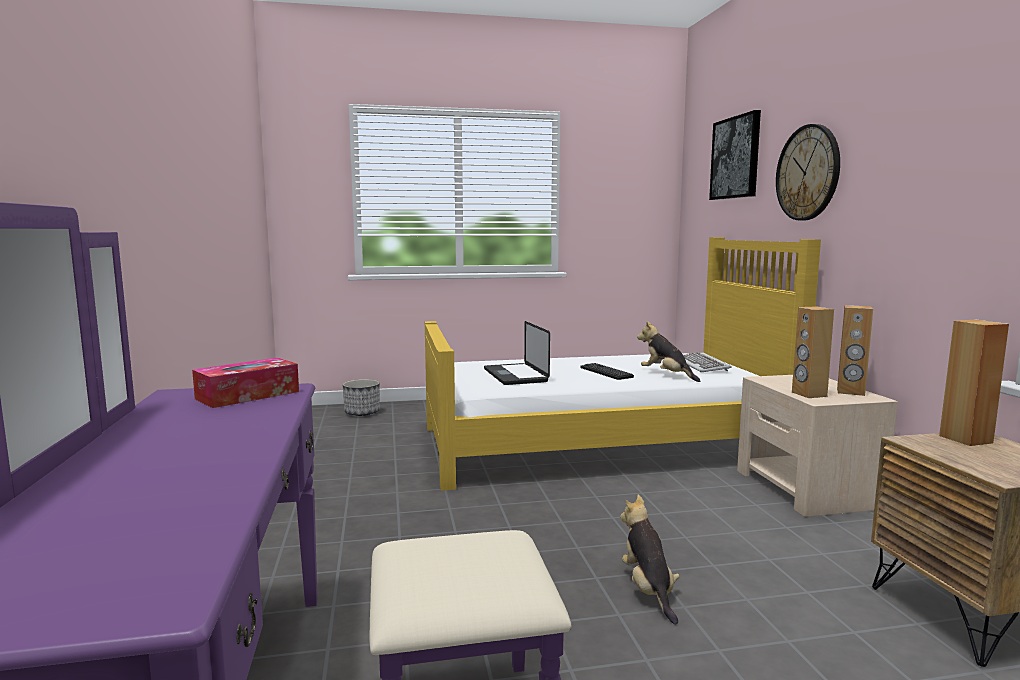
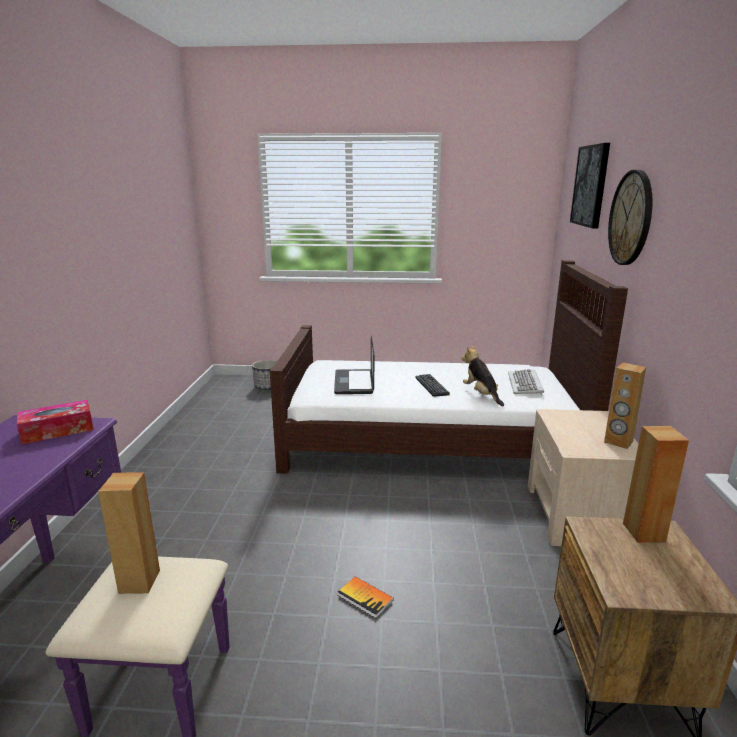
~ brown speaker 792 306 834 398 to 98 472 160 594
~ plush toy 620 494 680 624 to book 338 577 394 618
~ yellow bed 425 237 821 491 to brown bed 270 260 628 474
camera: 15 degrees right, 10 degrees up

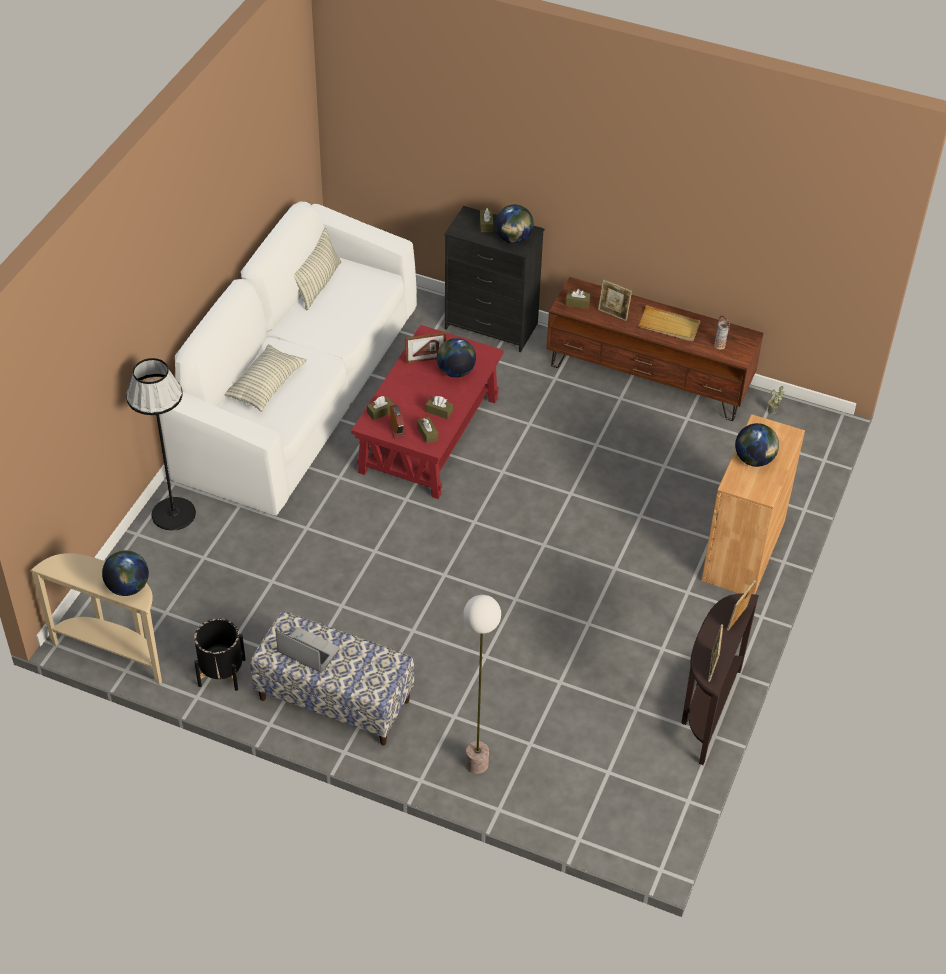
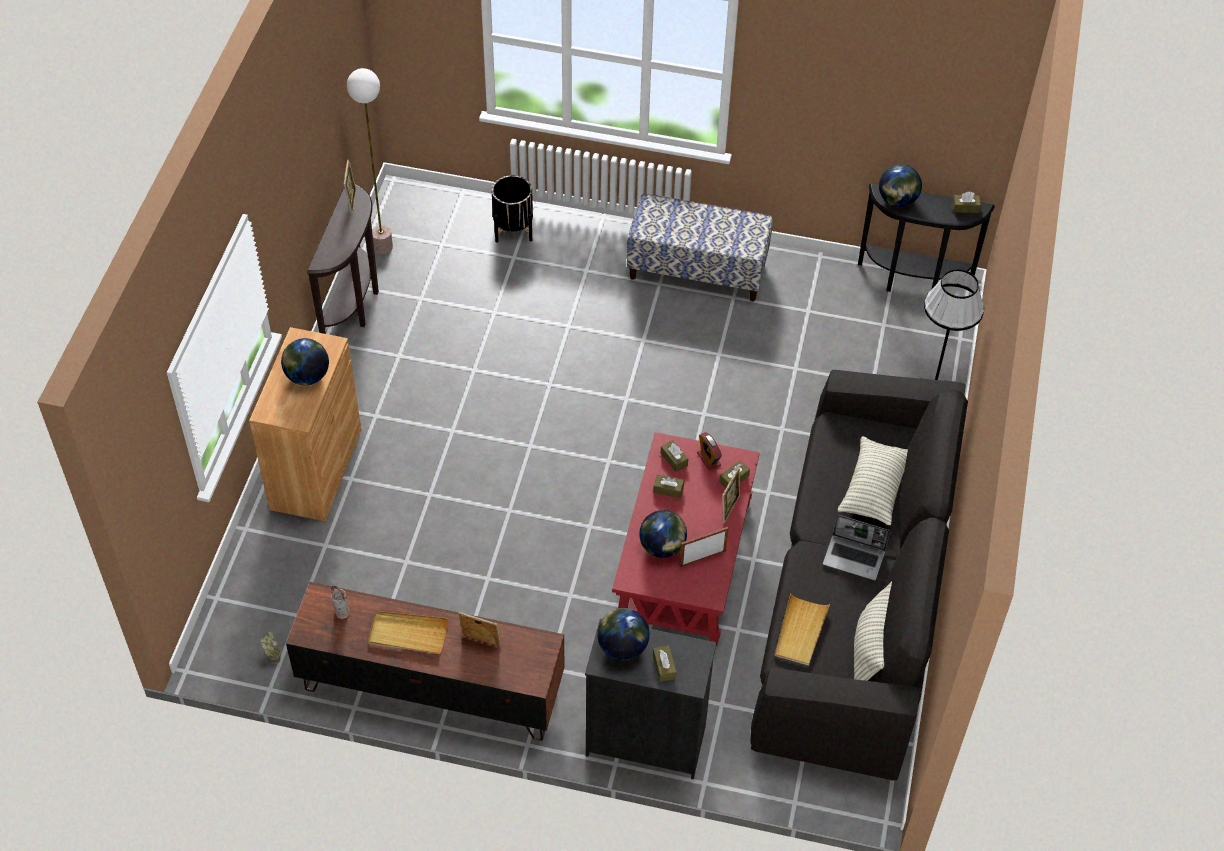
+ beige tray 774 593 830 666
~ black planter 194 618 246 691 to 492 175 533 243
~ laptop 276 627 340 673 to 823 515 890 580
~ floor lamp 463 595 501 774 to 347 68 393 254
~ brown tissue box 566 289 591 309 to 952 192 981 213
~ picture frame 727 580 756 631 to 722 467 740 524
~ beige console table 30 553 162 685 to black console table 858 183 995 292
~ white sofa 159 202 417 515 to black sofa 750 370 968 780
camera: 170 degrees right, 5 degrees up

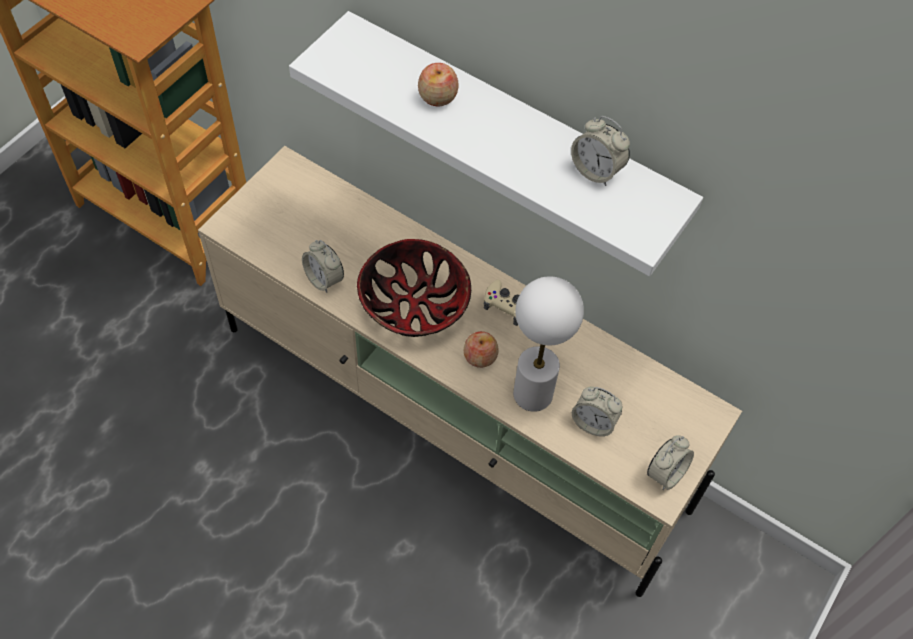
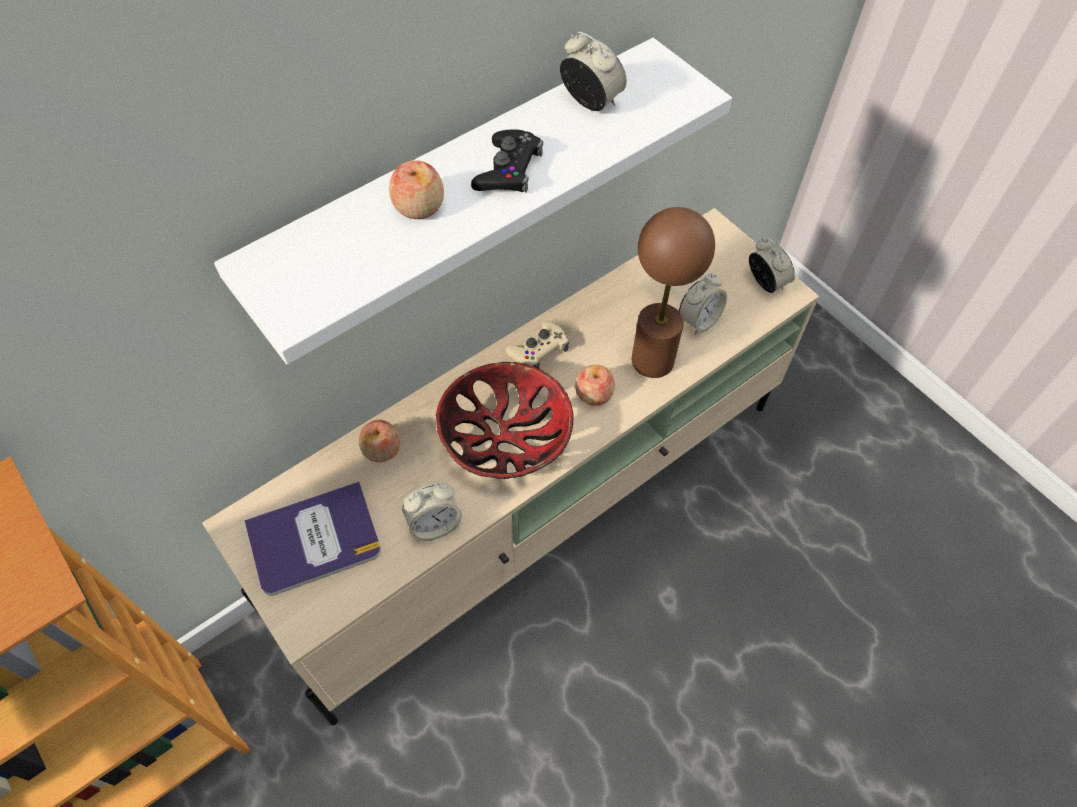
+ book 244 481 381 596
+ apple 359 420 401 462
+ black game controller 471 129 543 192
~ white table lamp 513 276 584 412 to brown table lamp 632 207 715 378
~ alarm clock 571 116 630 186 = 560 31 627 111 105 degrees counterclockwise
camera: 70 degrees left, 0 degrees up

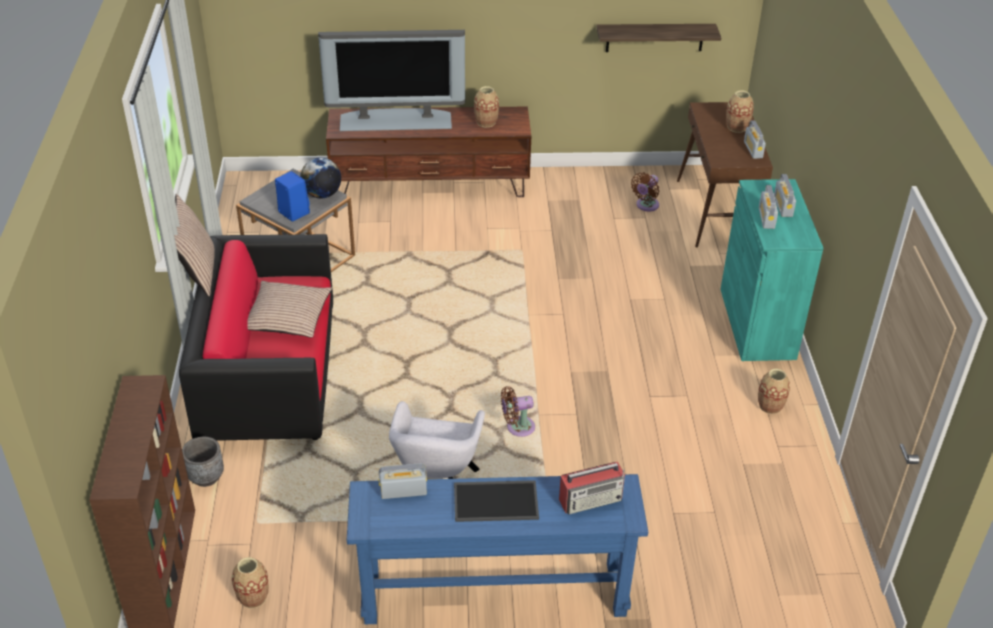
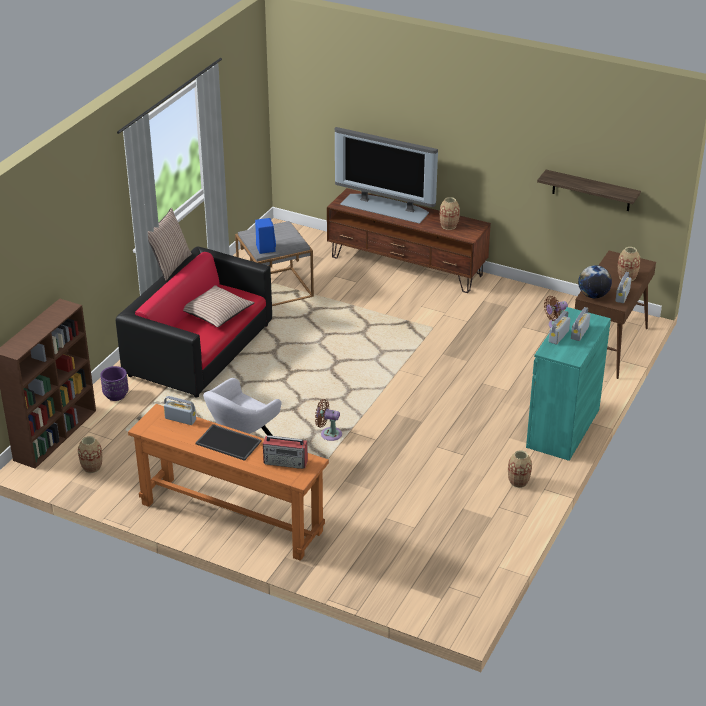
~ globe 300 158 341 198 to 578 265 612 298
~ grey planter 182 437 224 487 to purple planter 100 366 129 401
~ blue console table 347 474 648 624 to orange console table 128 404 329 561
camera: 30 degrees right, 5 degrees down

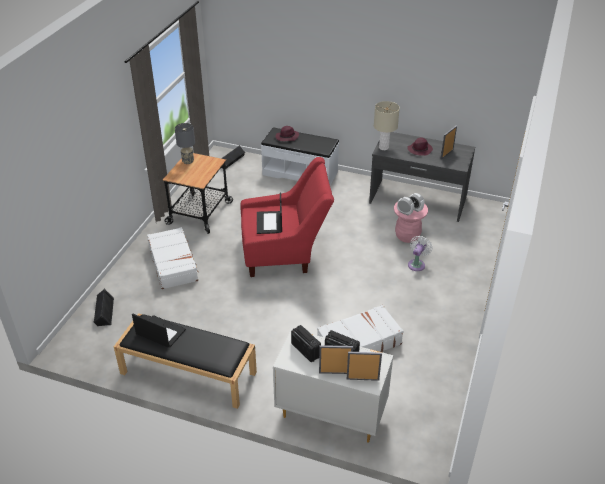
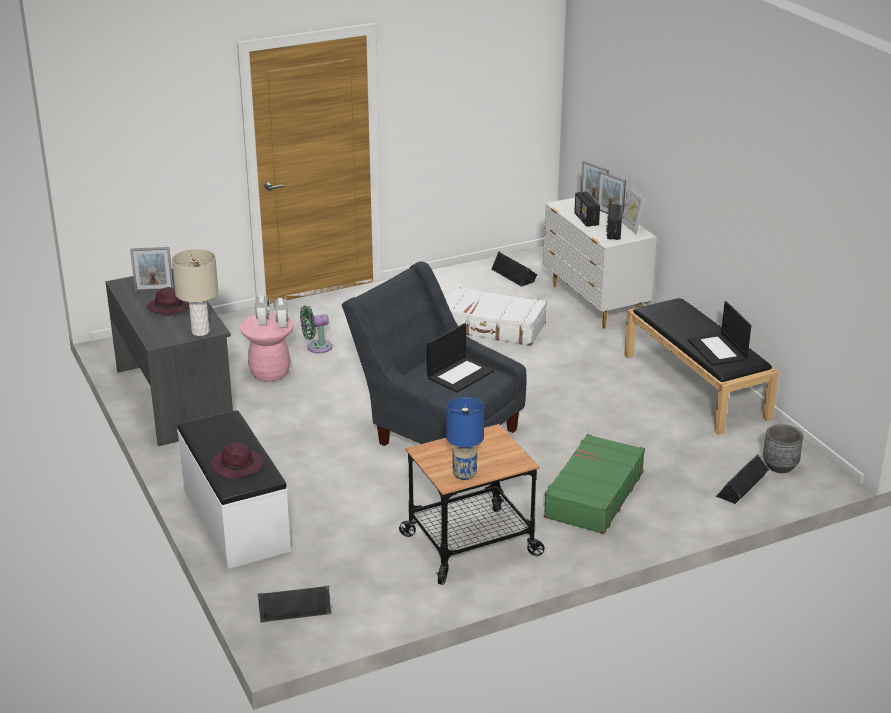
+ black speaker 491 251 537 287
+ picture frame 622 185 645 235
+ grey planter 763 425 803 473
~ white suitcase 147 227 199 289 to green suitcase 543 434 645 534
~ grey table lamp 175 123 195 164 to blue table lamp 446 397 484 480
~ red armchair 240 157 334 277 to grey armchair 342 261 527 446
~ white fan 408 236 433 271 to green fan 300 306 333 353
camera: 135 degrees left, 10 degrees down

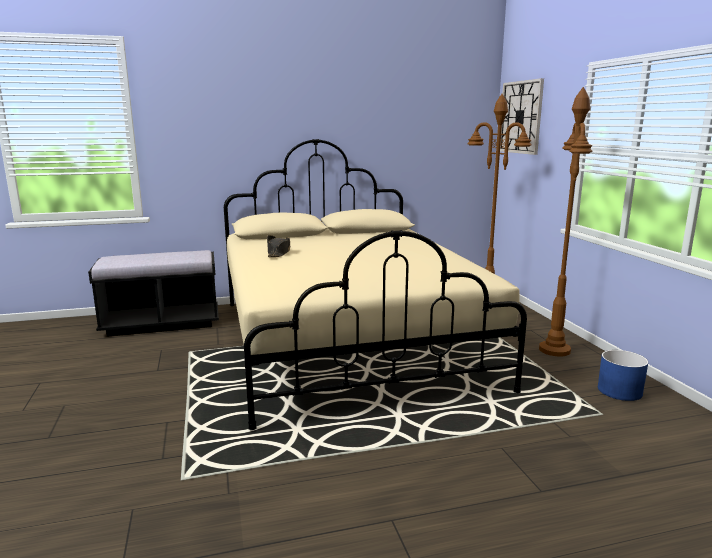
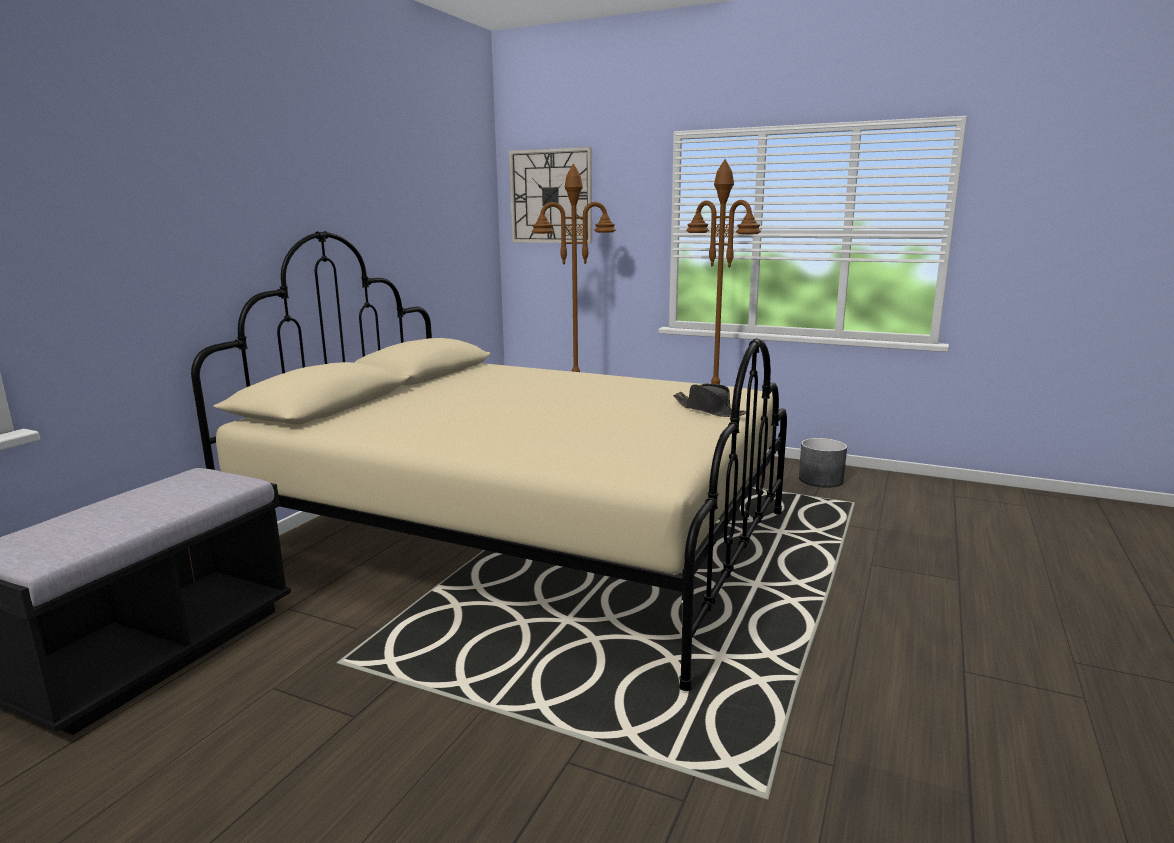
~ black hat 267 235 290 257 to 673 384 746 417
~ blue planter 598 350 648 401 to grey planter 799 438 847 488
camera: 50 degrees left, 0 degrees up

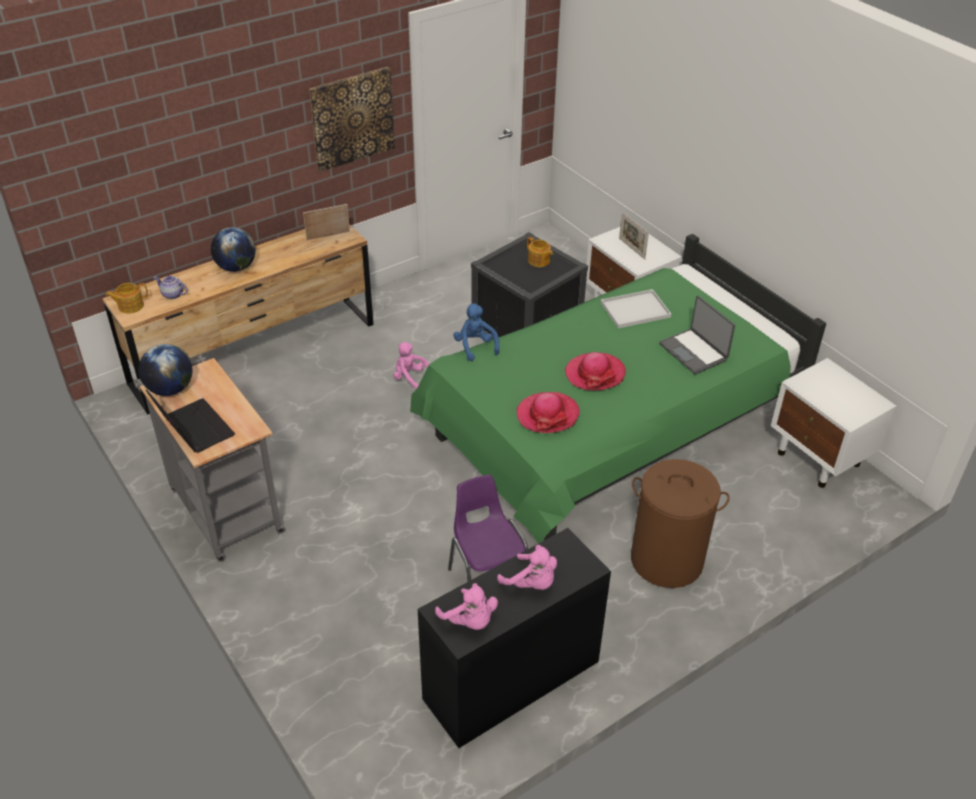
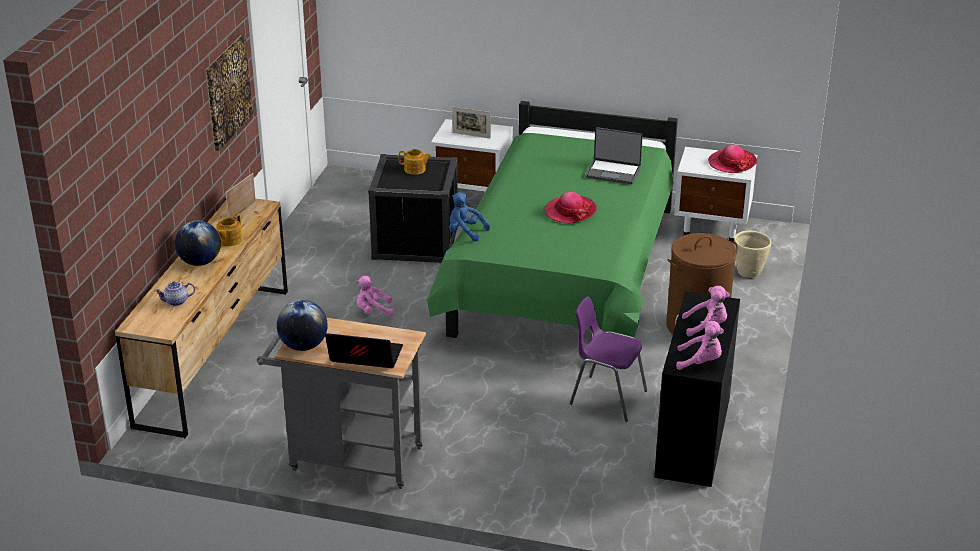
- white tray 601 289 671 328
+ beige planter 734 231 771 278
~ teapot 106 283 148 314 to 216 214 242 246
~ hat 516 392 580 433 to 708 145 757 173
camera: 40 degrees left, 10 degrees down

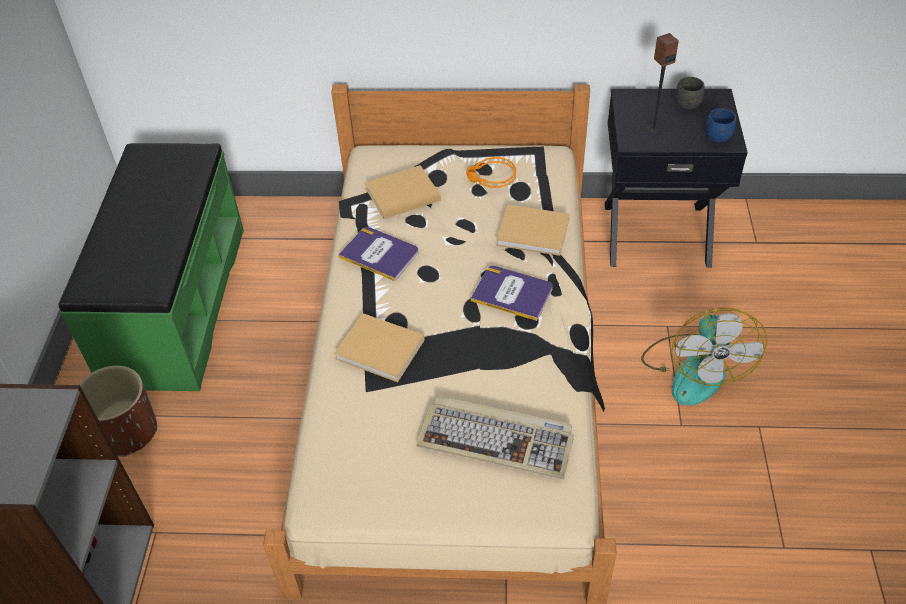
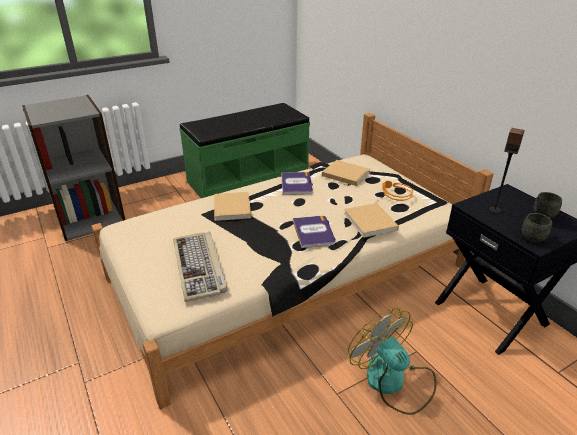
- brown planter 79 366 157 457
~ blue mug 705 108 736 143 to grey mug 522 213 552 242
~ fan 641 308 767 406 = 348 308 436 415 90 degrees clockwise
camera: 55 degrees right, 15 degrees down

